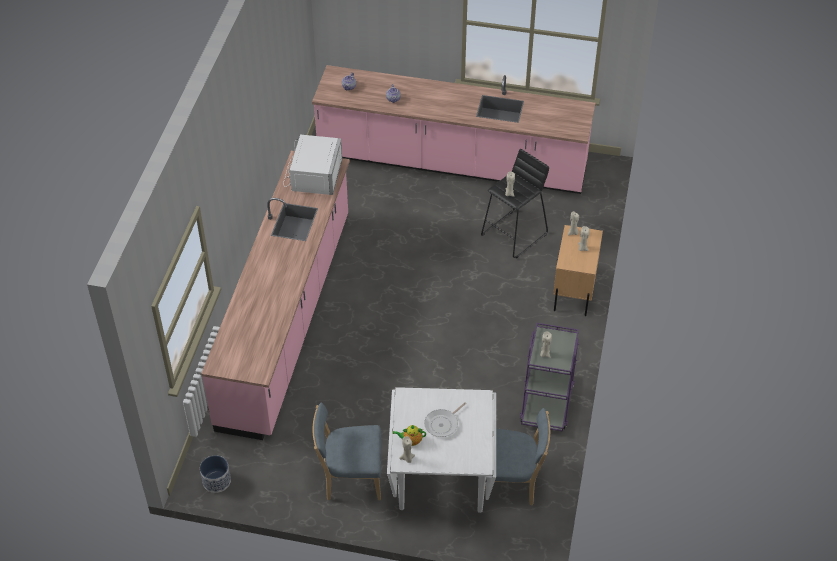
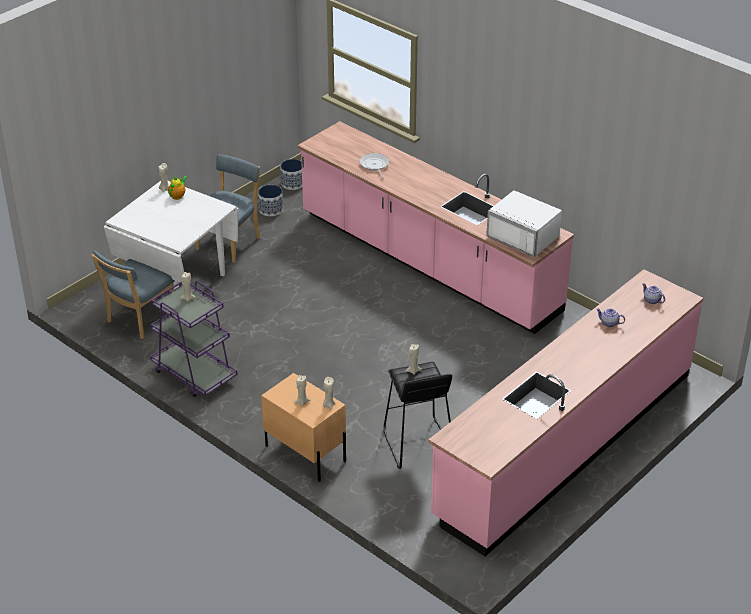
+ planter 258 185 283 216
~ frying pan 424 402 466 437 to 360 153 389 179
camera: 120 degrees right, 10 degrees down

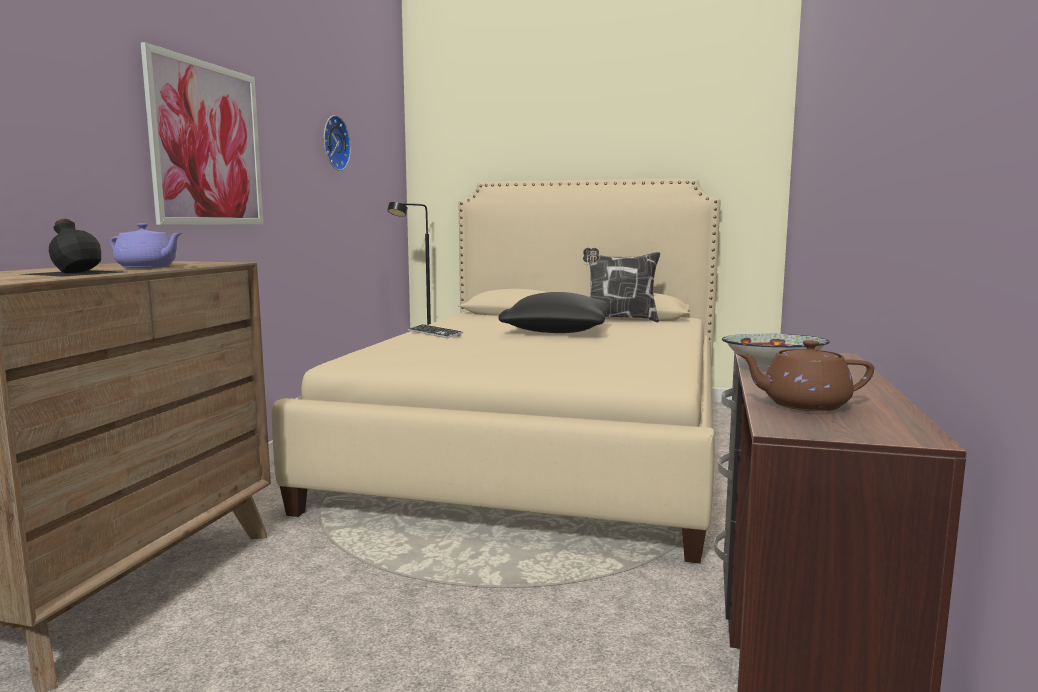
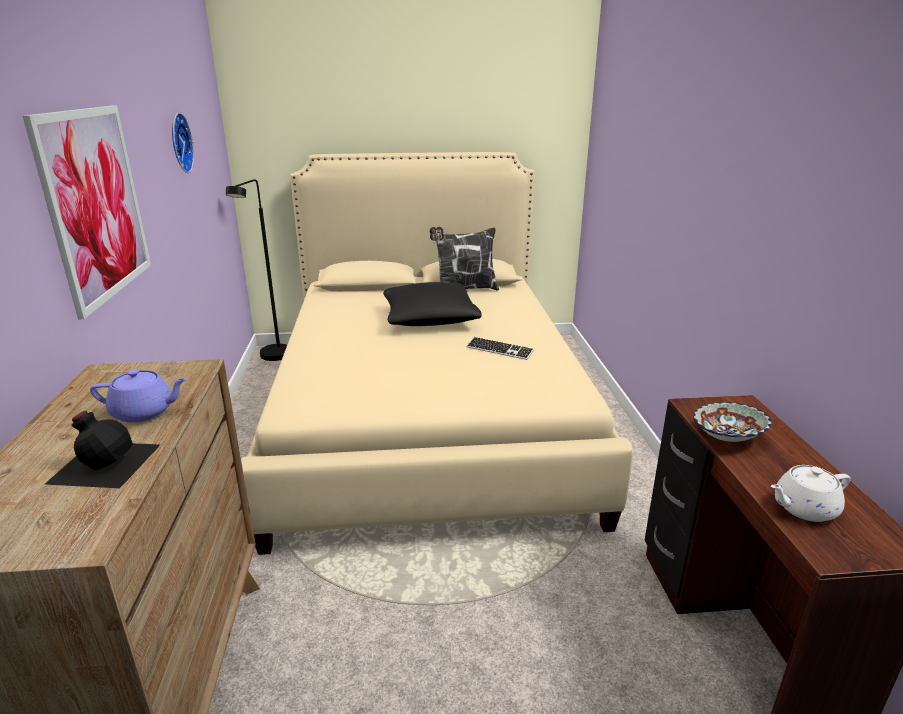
~ keyboard 407 324 463 338 to 466 337 534 360
~ brown teapot 737 340 874 411 to white teapot 771 465 850 522
camera: 20 degrees left, 15 degrees up

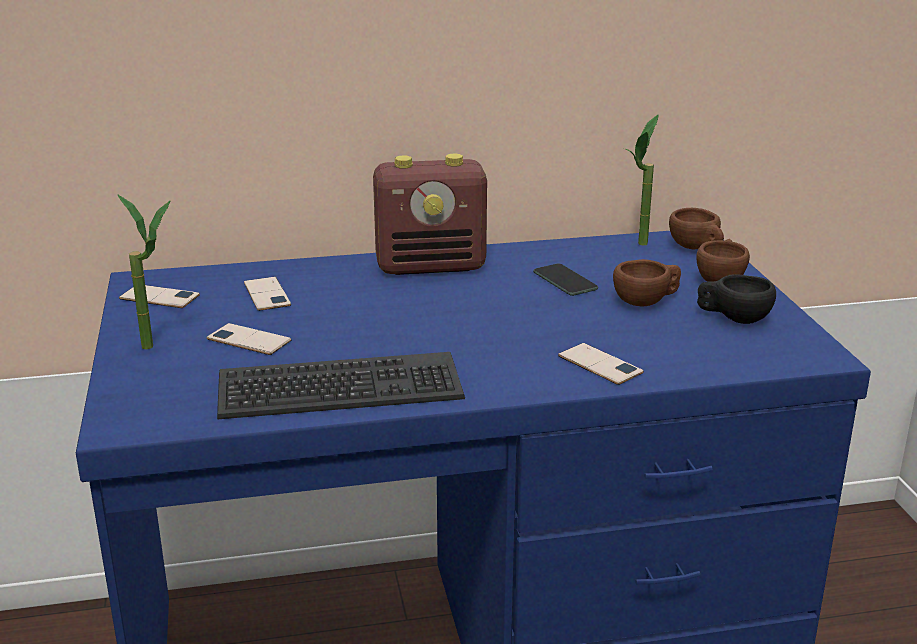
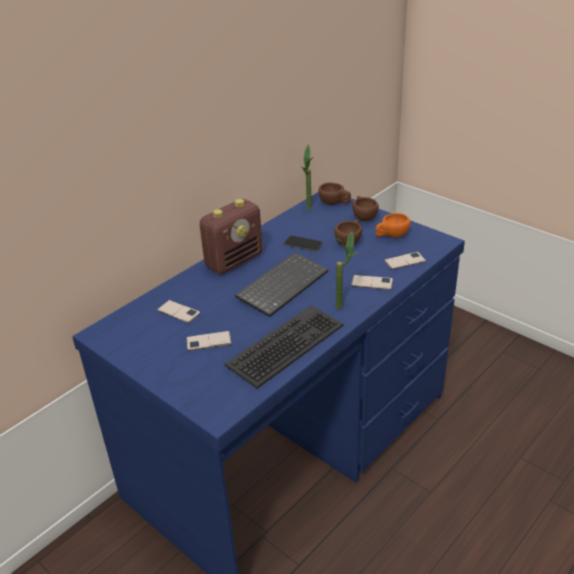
+ keyboard 235 252 328 317
~ potted plant 117 194 170 349 to 336 231 358 309
~ phone 119 285 200 308 to 384 252 426 269
~ black cup 697 274 776 324 to orange cup 376 213 411 238
camera: 35 degrees left, 10 degrees up

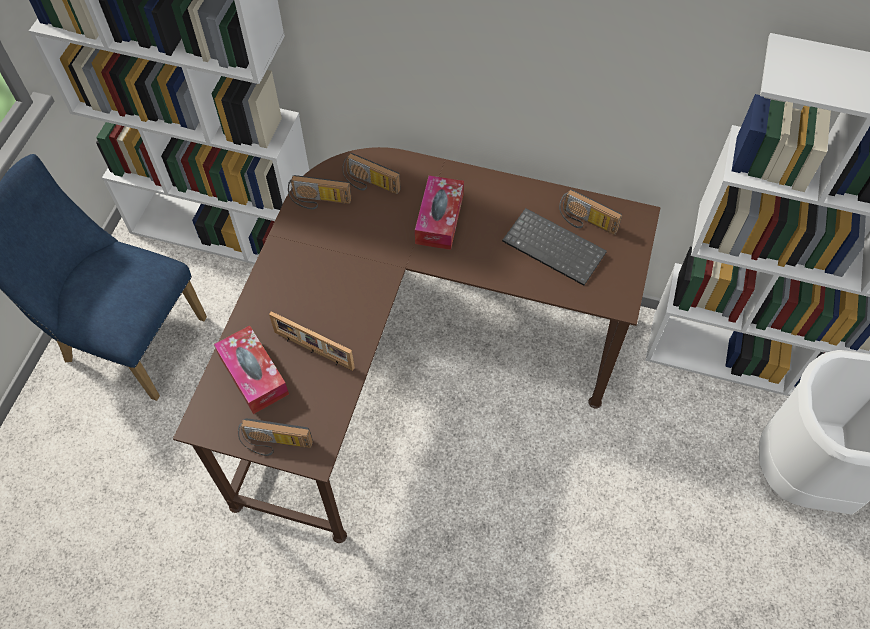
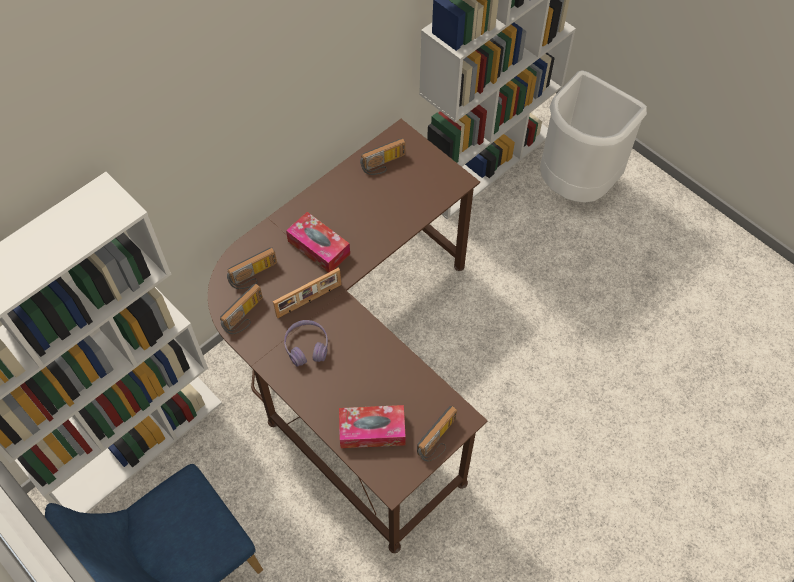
- keyboard 502 208 607 286
+ purple headphones 284 320 328 367
~ picture frame 269 311 355 371 to 273 268 341 318
camera: 60 degrees left, 0 degrees up

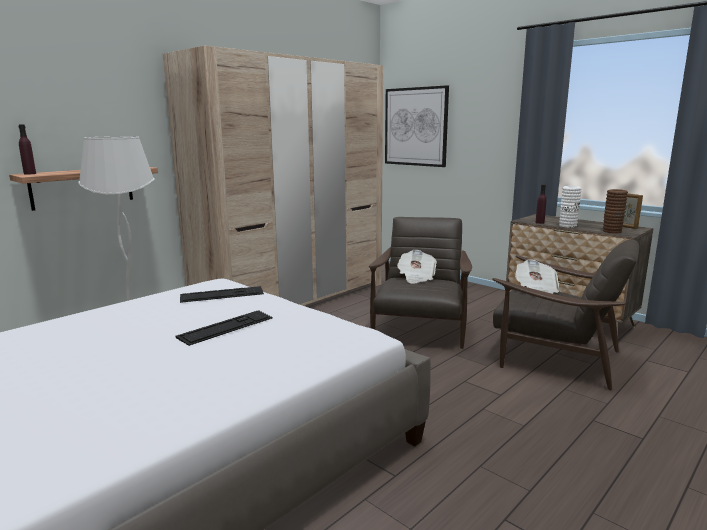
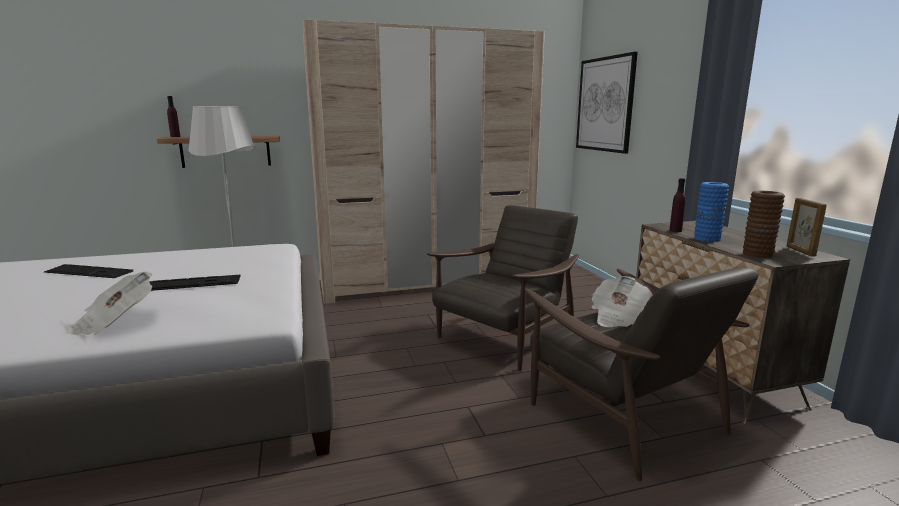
~ keyboard 180 286 264 303 to 44 264 133 278
~ newspaper 397 250 437 284 to 66 272 152 335
~ white vase 559 186 581 228 to blue vase 694 182 729 242
camera: 30 degrees right, 0 degrees up

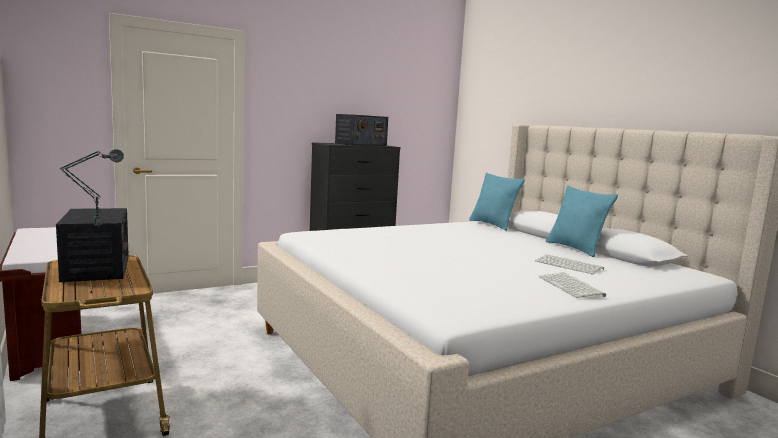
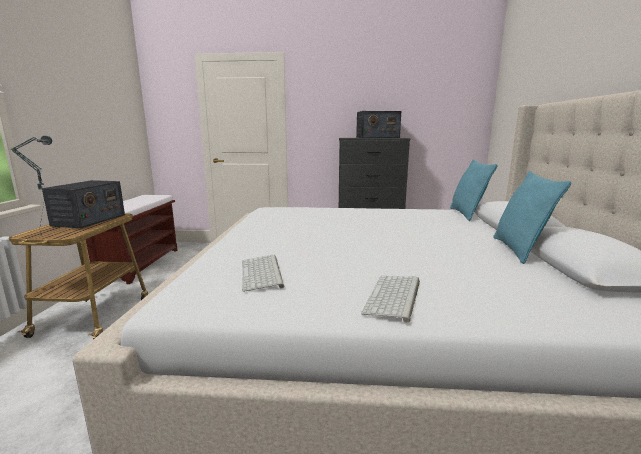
~ keyboard 535 254 604 274 to 242 255 284 292
camera: 35 degrees right, 5 degrees up

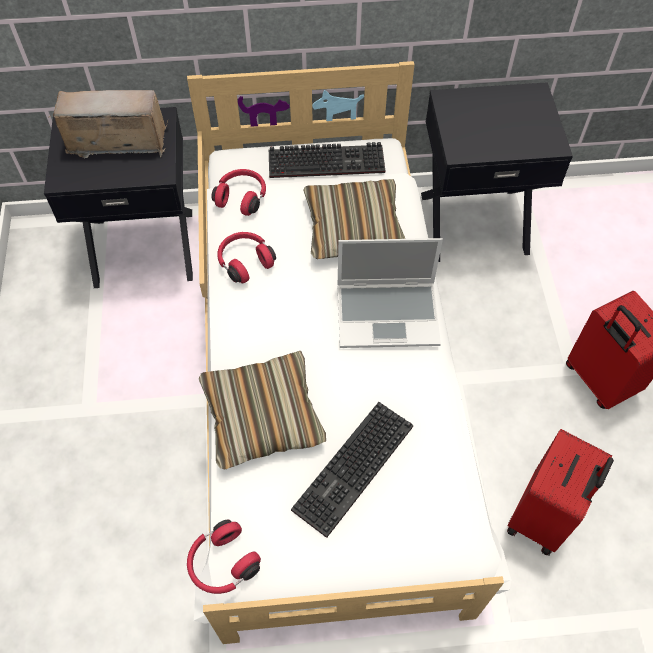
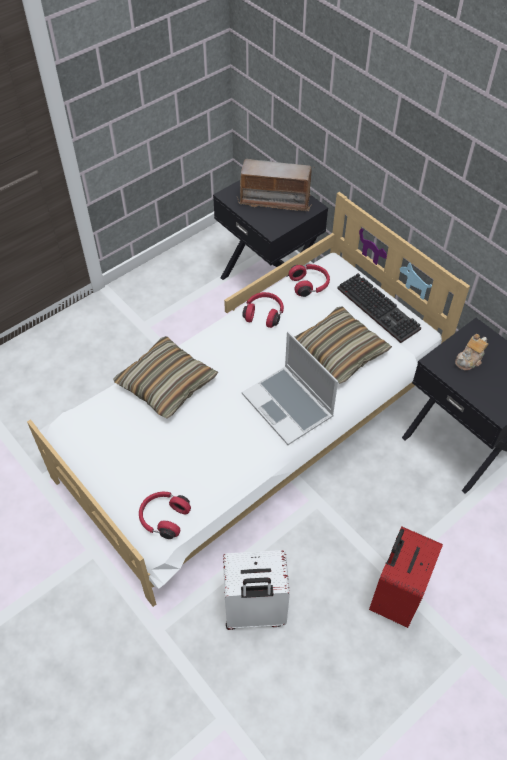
- keyboard 291 402 413 538
+ teapot 455 334 488 370
~ red headphones 187 519 261 594 to 139 492 191 539
~ red suitcase 507 429 614 556 to white suitcase 223 550 290 630
~ radio 48 90 168 158 = 237 159 315 211 135 degrees clockwise
camera: 55 degrees right, 5 degrees down

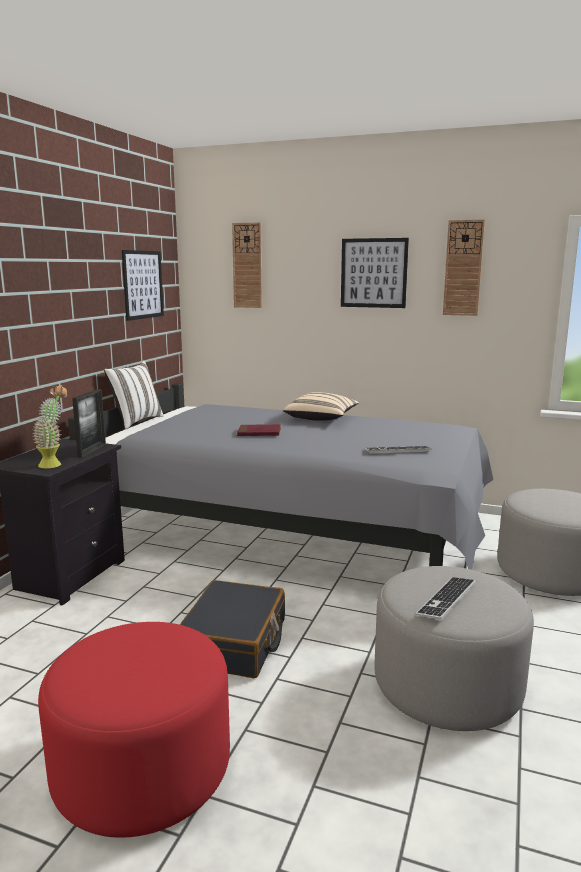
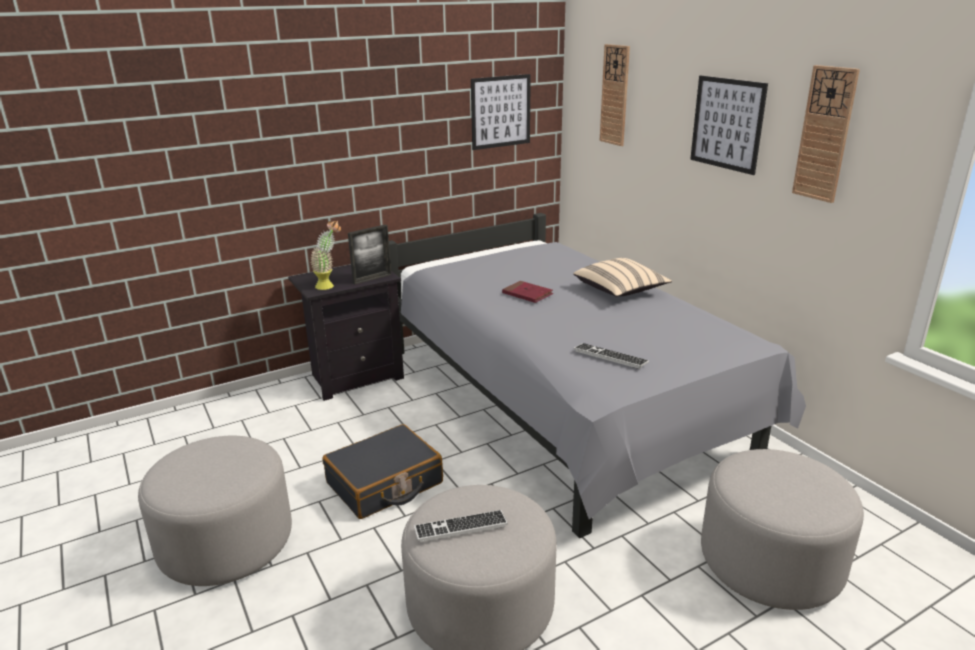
- white pillow 104 361 164 429
~ red ottoman 38 622 230 838 to grey ottoman 138 436 292 586
camera: 40 degrees right, 10 degrees up

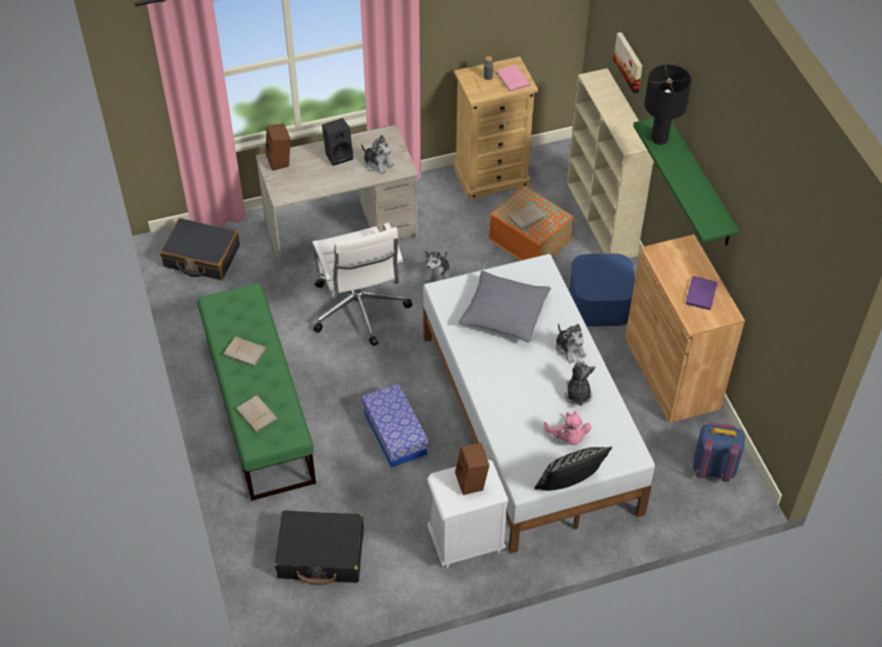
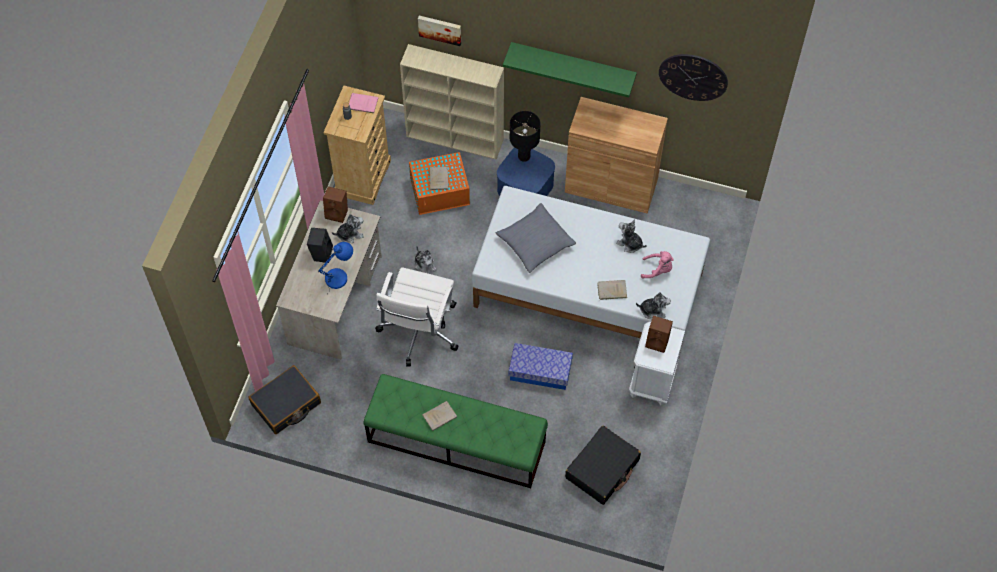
- black pillow 534 447 612 491
- purple book 685 276 718 310
- blue backpack 693 423 745 482
+ blue table lamp 318 242 353 293
+ wall clock 659 54 728 101
~ beige book 236 395 278 433 to 597 280 627 300
~ brown speaker 266 123 291 171 to 323 187 348 223
~ plush toy 555 323 586 364 to 636 292 671 320
~ black table lamp 644 65 692 145 to 510 111 540 162
~ white office chair 312 223 413 346 = 375 267 458 367 90 degrees clockwise
camera: 55 degrees left, 10 degrees up

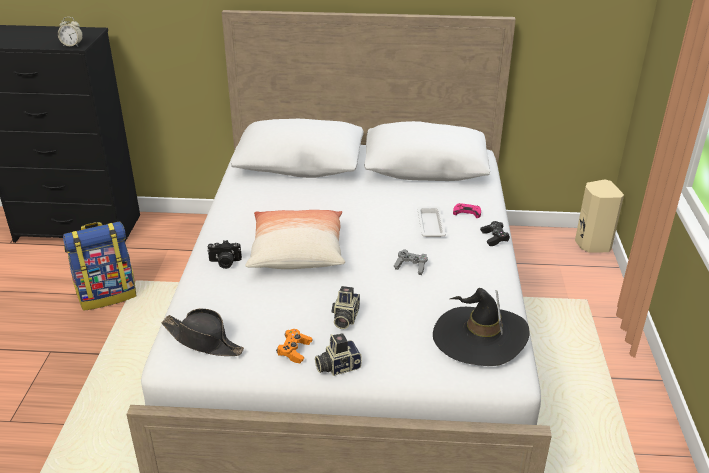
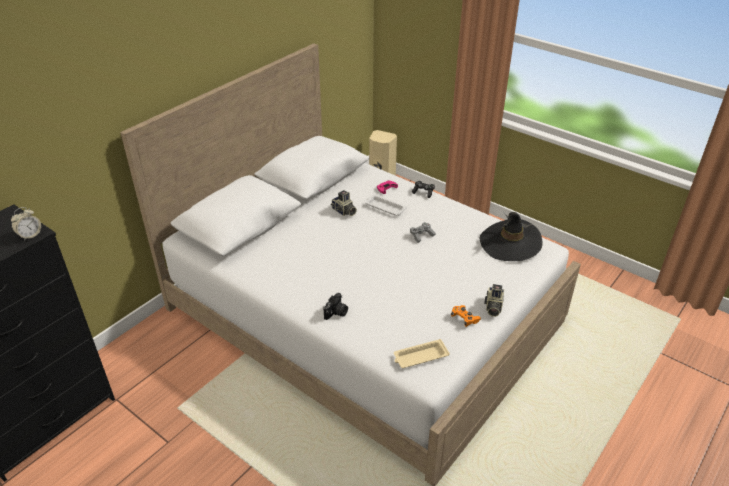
- backpack 63 221 137 311
- pillow 245 210 345 269
~ photo camera 331 286 360 329 to 331 190 357 216
~ black hat 162 308 244 356 to beige tray 394 339 450 368
camera: 55 degrees left, 5 degrees up

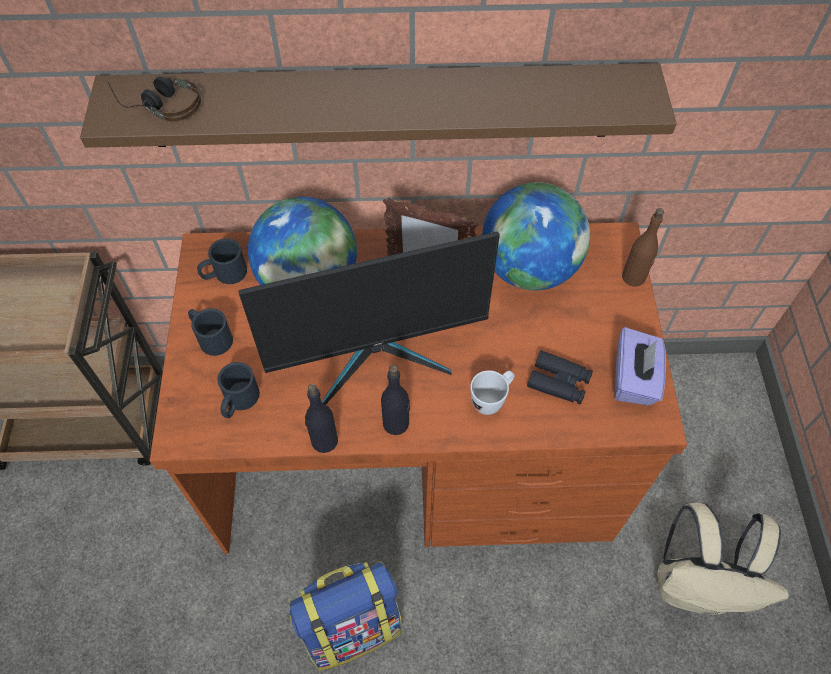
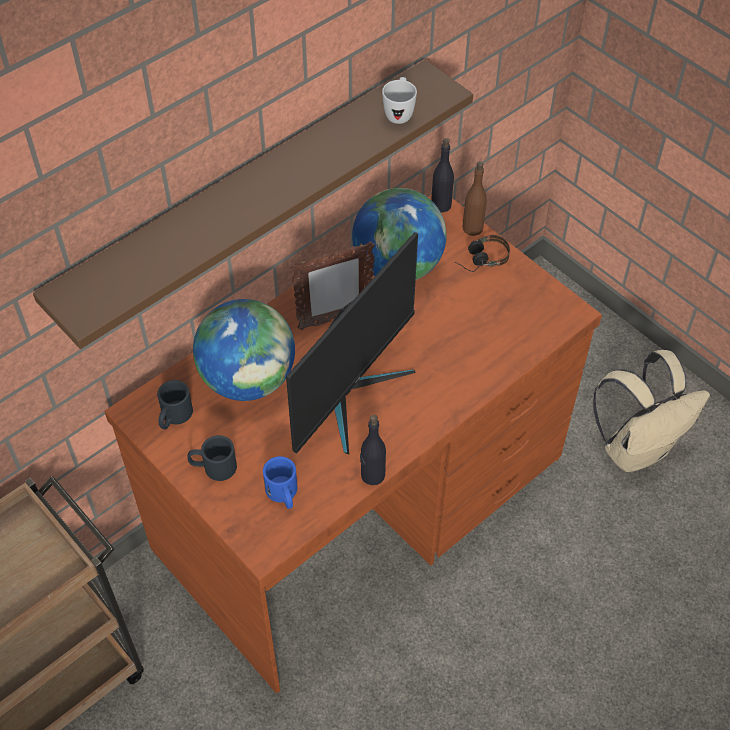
- backpack 289 561 402 671
- black binoculars 527 350 593 404
- purple tissue box 614 327 666 406
~ headphones 108 76 201 122 to 455 235 510 272
~ black bottle 381 365 410 435 to 431 138 454 212
~ white mug 470 370 515 415 to 382 77 417 124
~ black mug 217 362 260 418 to blue mug 263 456 297 509
camera: 40 degrees left, 5 degrees down

